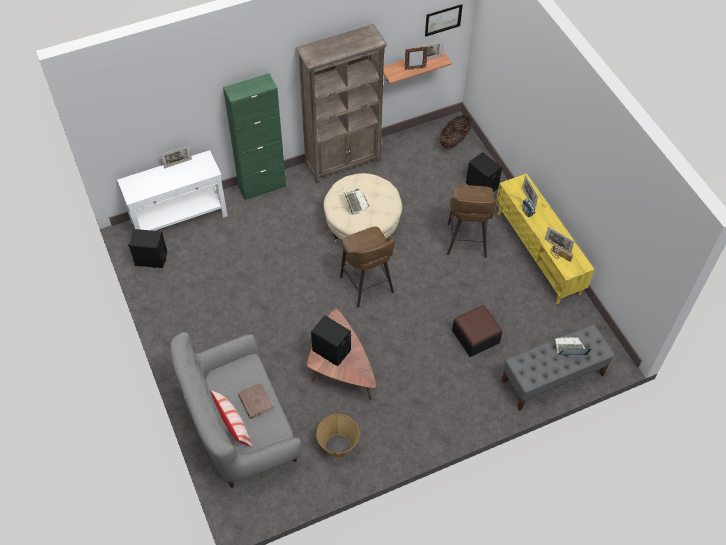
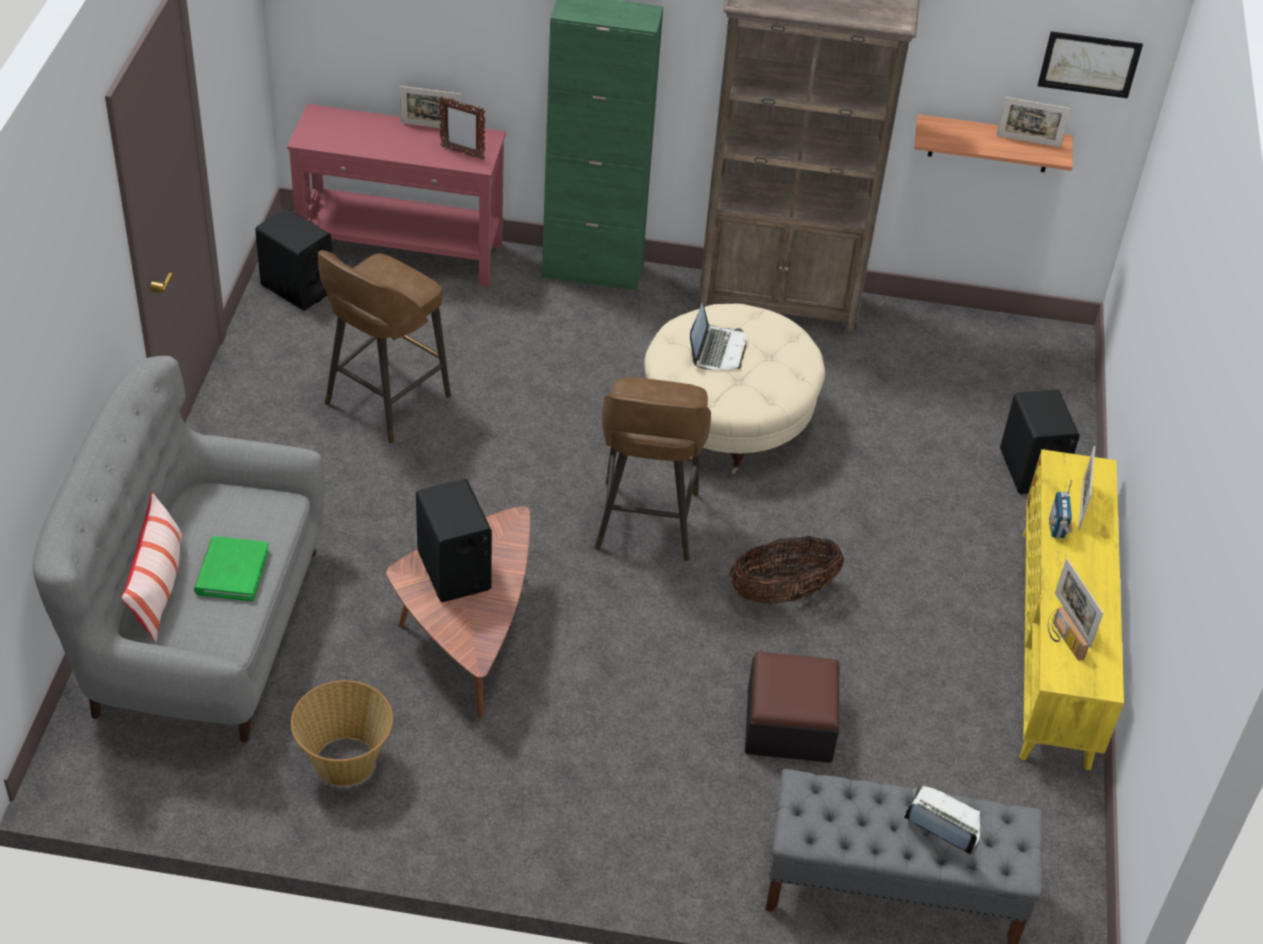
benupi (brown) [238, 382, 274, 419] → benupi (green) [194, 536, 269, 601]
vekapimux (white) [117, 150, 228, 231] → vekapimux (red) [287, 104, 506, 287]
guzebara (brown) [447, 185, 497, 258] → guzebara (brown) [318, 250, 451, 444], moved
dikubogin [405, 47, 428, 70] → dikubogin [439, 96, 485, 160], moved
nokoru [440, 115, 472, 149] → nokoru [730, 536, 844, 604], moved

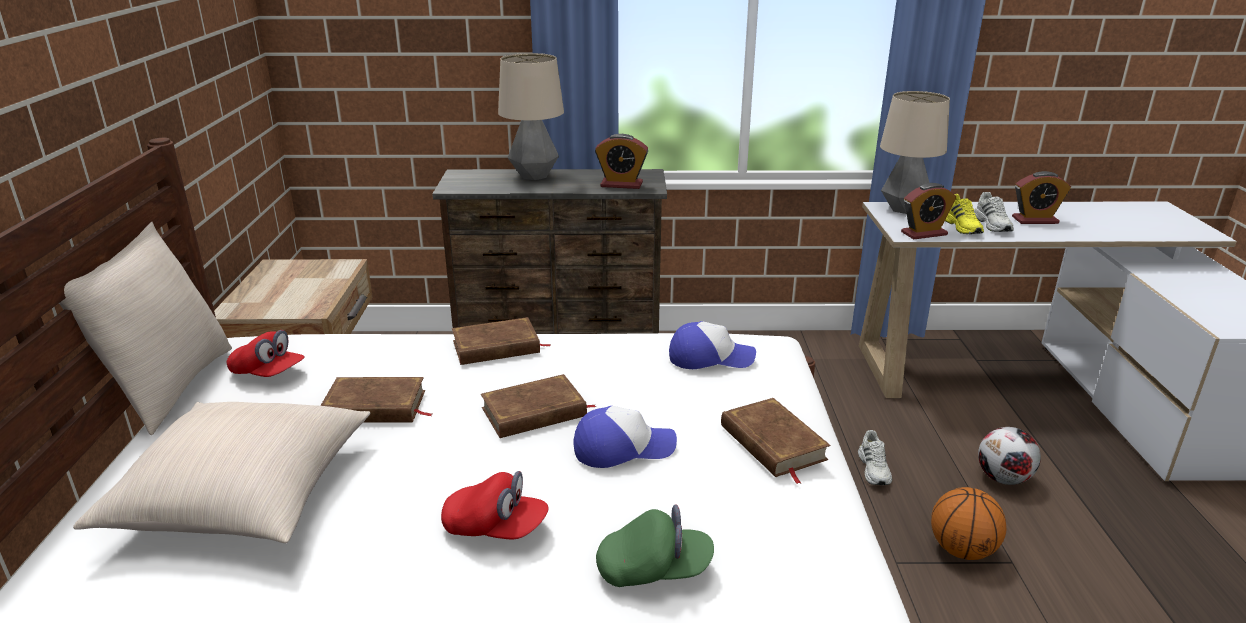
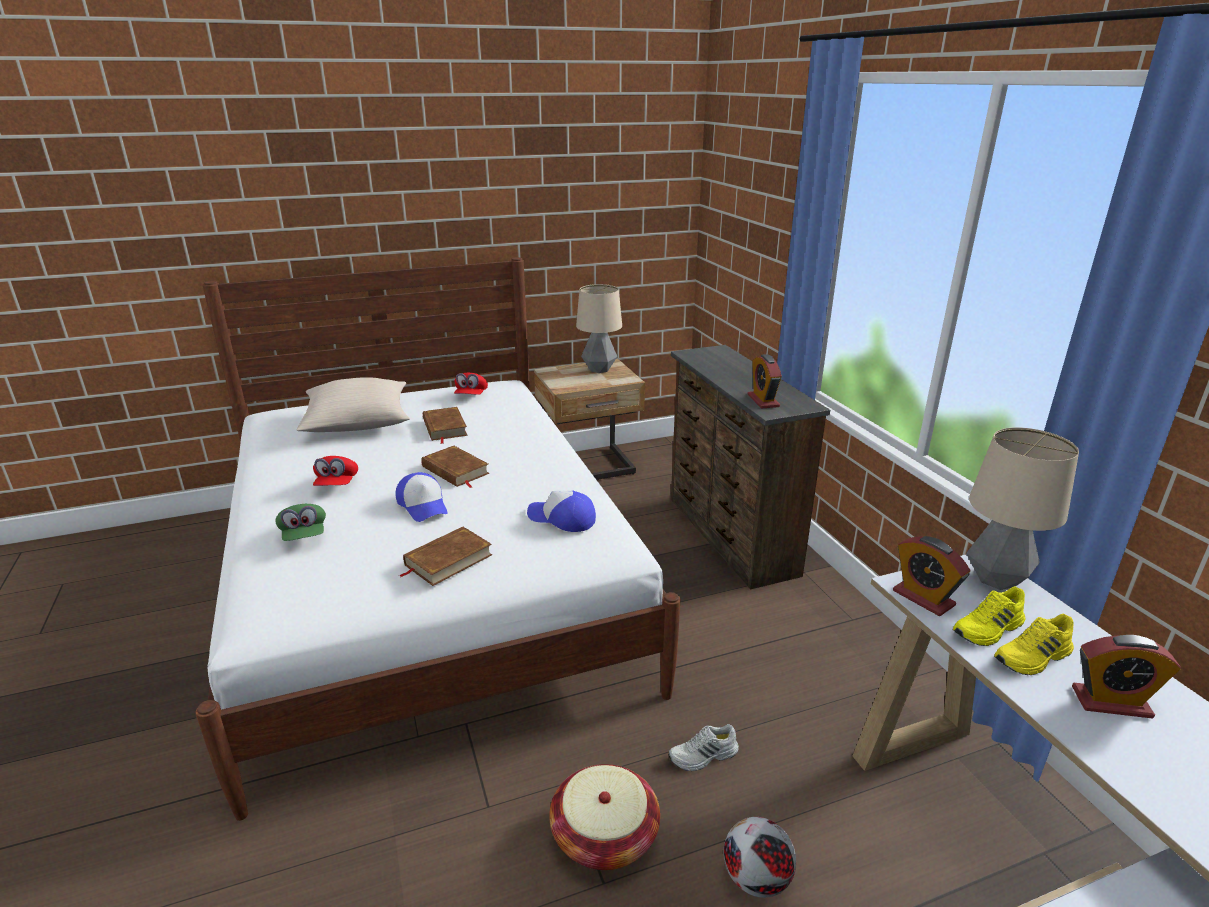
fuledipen [669, 321, 756, 369] → fuledipen [527, 490, 596, 532], 135 degrees clockwise
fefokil [931, 487, 1006, 560] → nokoru [549, 764, 660, 870]
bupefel [498, 53, 564, 180] → bupefel [576, 284, 622, 373], moved
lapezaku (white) [974, 192, 1014, 232] → lapezaku (yellow) [994, 614, 1074, 675]
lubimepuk [1012, 171, 1071, 224] → lubimepuk [1072, 635, 1181, 718], 60 degrees counterclockwise
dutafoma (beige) [59, 222, 232, 435] → -
benupi (brown) [452, 317, 551, 365] → -

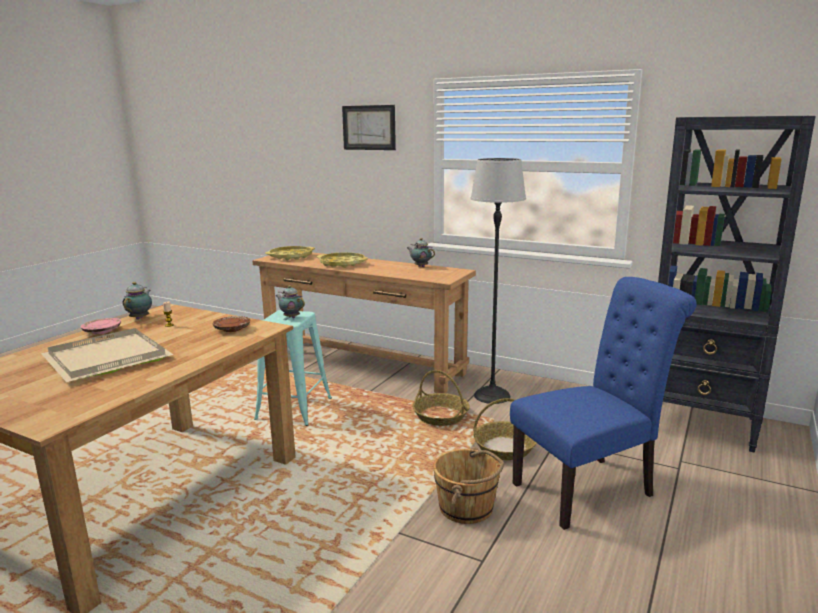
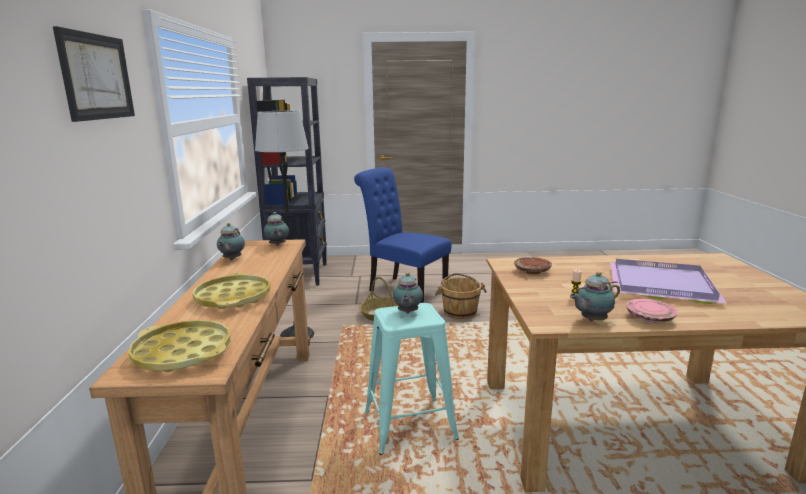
- → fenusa [264, 212, 289, 246]
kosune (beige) [41, 328, 173, 382] → kosune (purple) [610, 259, 727, 304]
nokoru [412, 370, 470, 426] → -

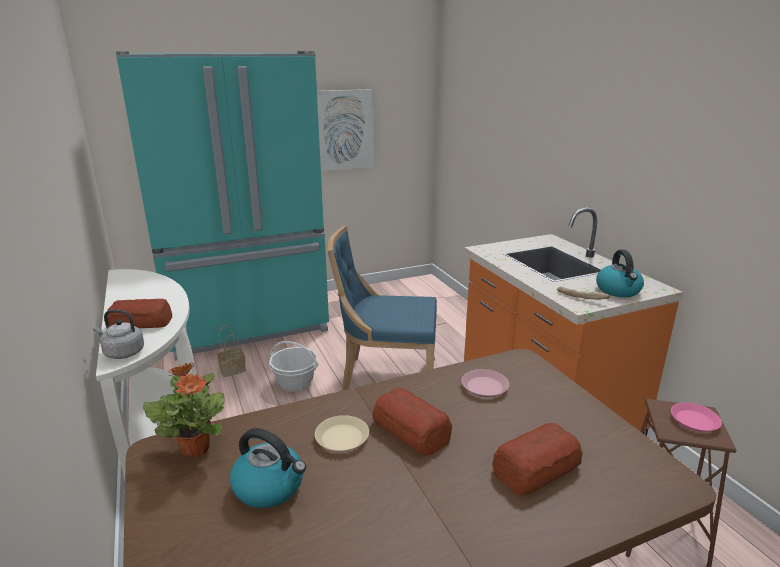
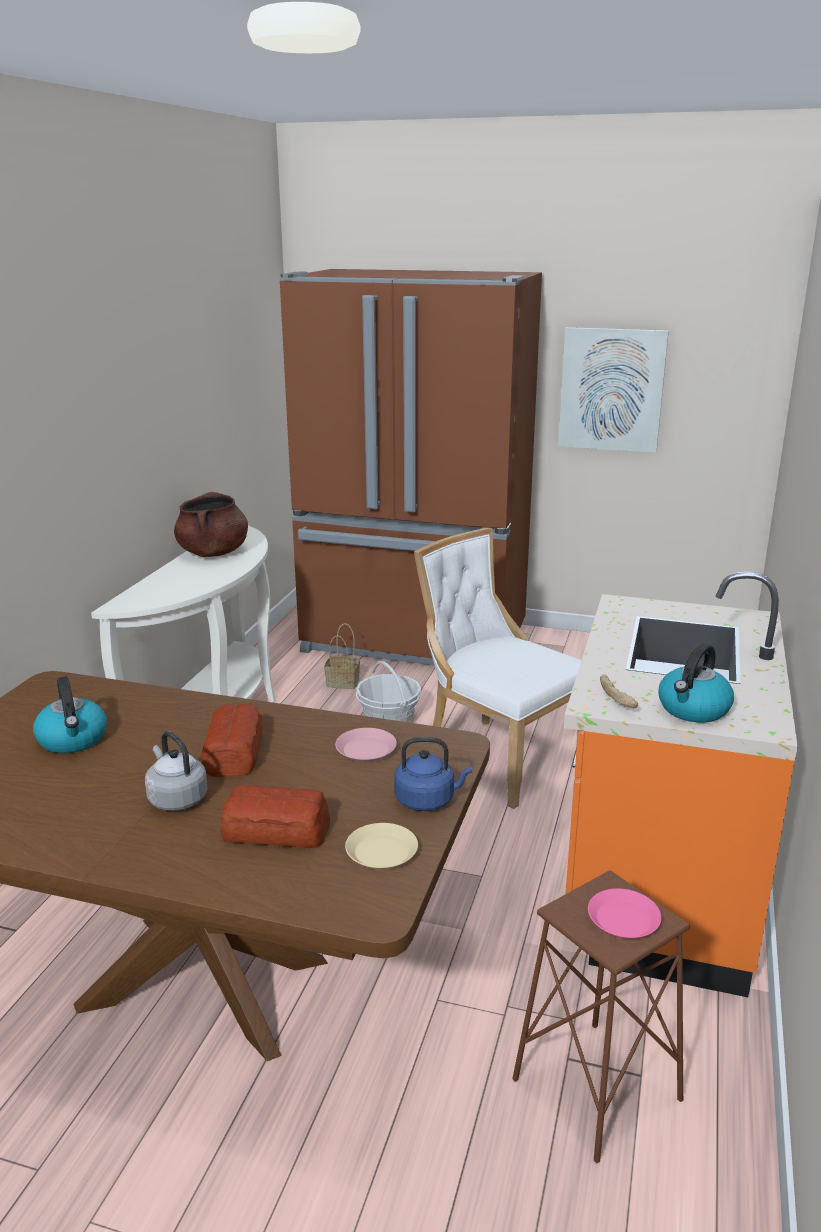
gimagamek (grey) [93, 310, 144, 359] → gimagamek (grey) [145, 731, 208, 811], moved
- → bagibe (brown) [174, 492, 248, 557]
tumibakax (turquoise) [116, 51, 329, 361] → tumibakax (brown) [279, 269, 542, 666]
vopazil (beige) [315, 415, 369, 452] → vopazil (beige) [345, 823, 418, 870], moved
- → gimagamek (blue) [394, 737, 472, 811]
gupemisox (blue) [328, 226, 437, 390] → gupemisox (white) [414, 528, 581, 809]
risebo [107, 299, 172, 328] → -
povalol [143, 362, 225, 457] → -

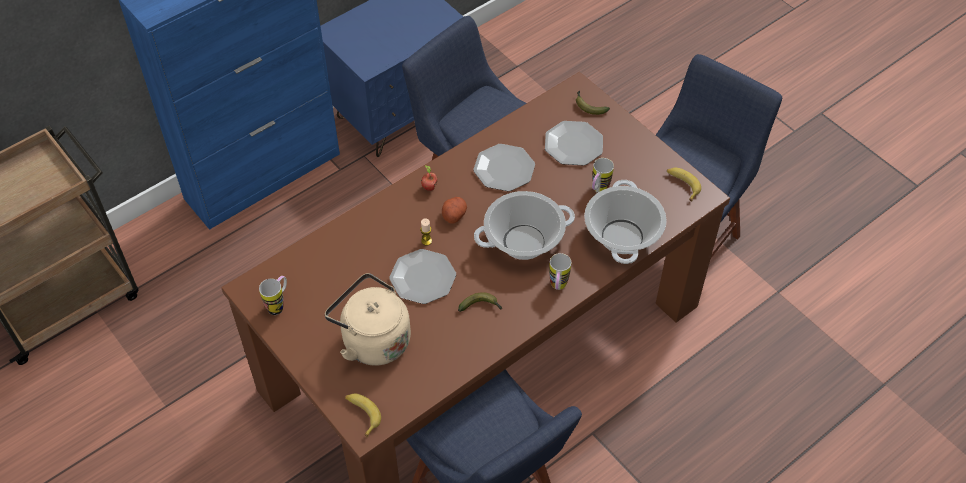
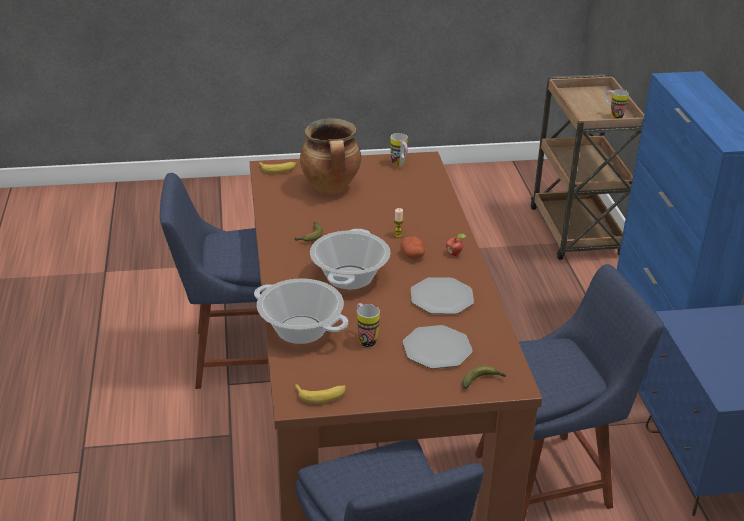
gimagamek (beige) [325, 273, 411, 366] → bagibe [300, 118, 361, 194]
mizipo [549, 253, 571, 290] → mizipo [605, 89, 629, 119], moved
vopazil [389, 249, 456, 304] → -

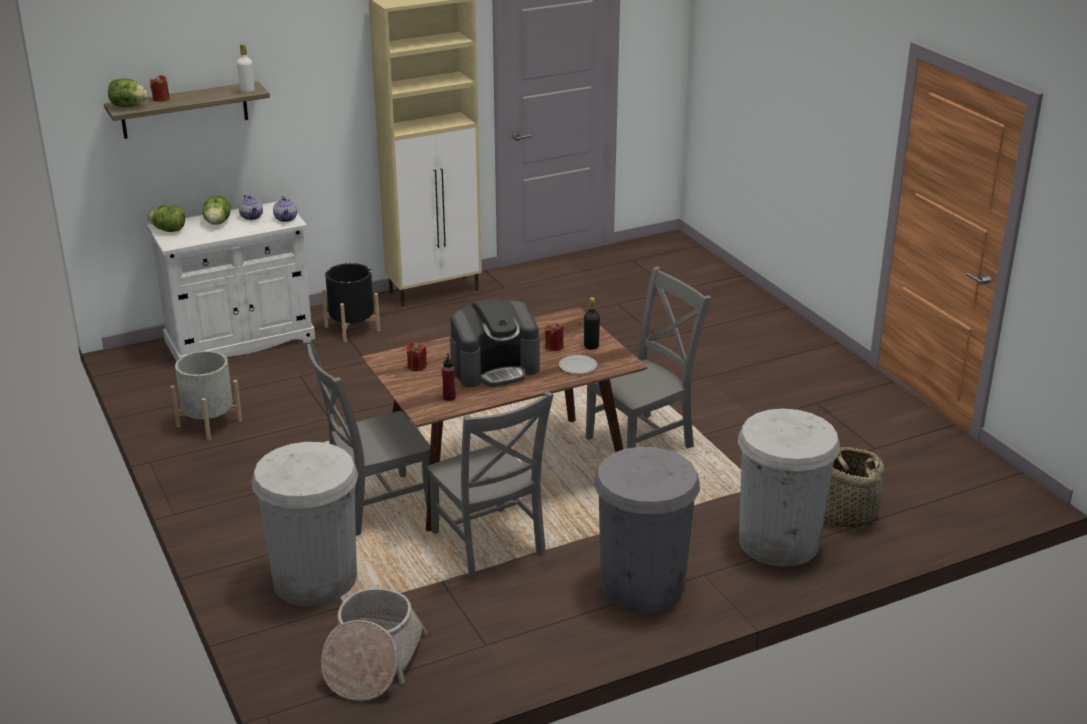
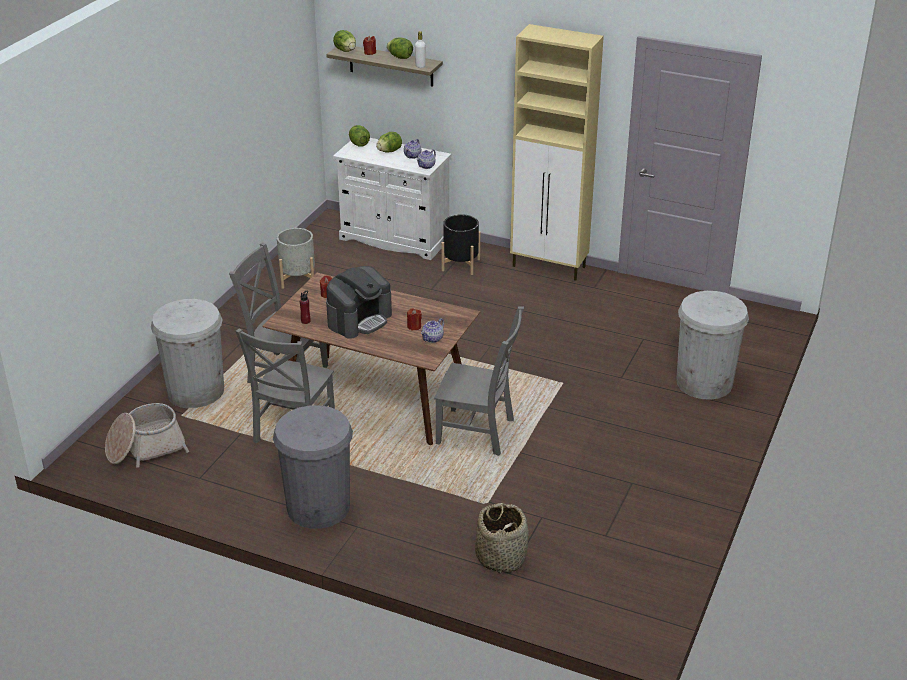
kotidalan [450, 298, 540, 387] → kotidalan [326, 266, 392, 339], 75 degrees counterclockwise
- → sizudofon [387, 37, 413, 59]
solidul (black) [584, 297, 600, 350] → fenusa [421, 318, 444, 343]
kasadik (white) [738, 408, 840, 567] → kasadik (white) [676, 291, 749, 400], moved
vopazil [559, 355, 597, 374] → -

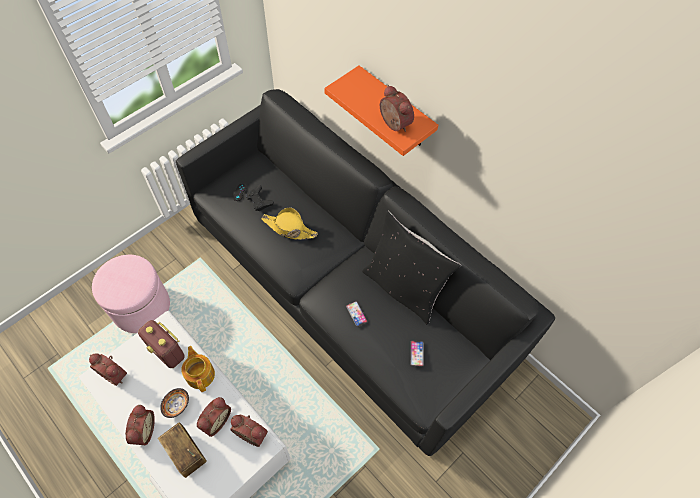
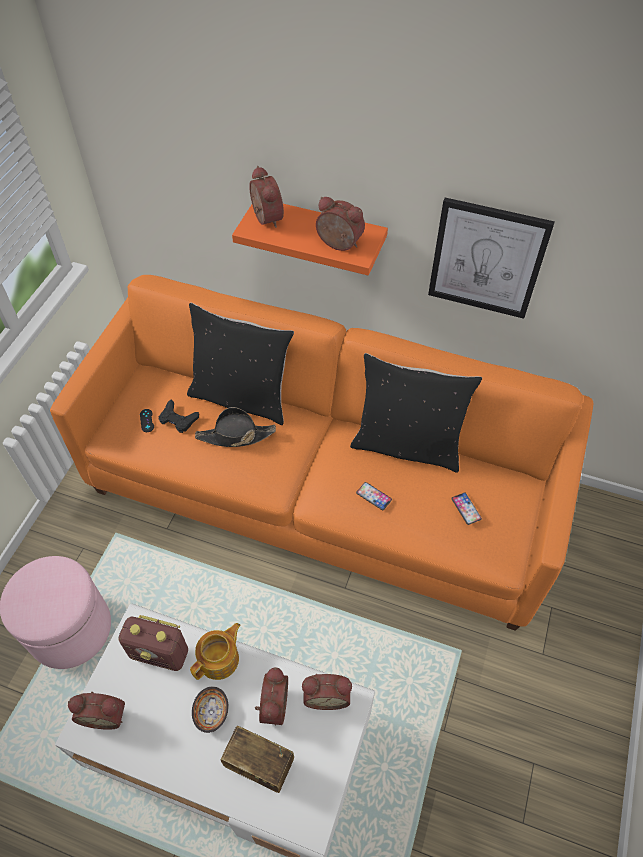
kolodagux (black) [176, 89, 555, 456] → kolodagux (orange) [50, 275, 593, 631]
- → dutafoma (black) [187, 303, 294, 425]
fenusa [181, 346, 215, 392] → fenusa [190, 623, 241, 680], 90 degrees clockwise
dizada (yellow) [261, 207, 318, 240] → dizada (black) [195, 407, 276, 447]
lubimepuk [125, 405, 155, 445] → lubimepuk [249, 166, 284, 228], moved
- → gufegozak [428, 198, 555, 319]

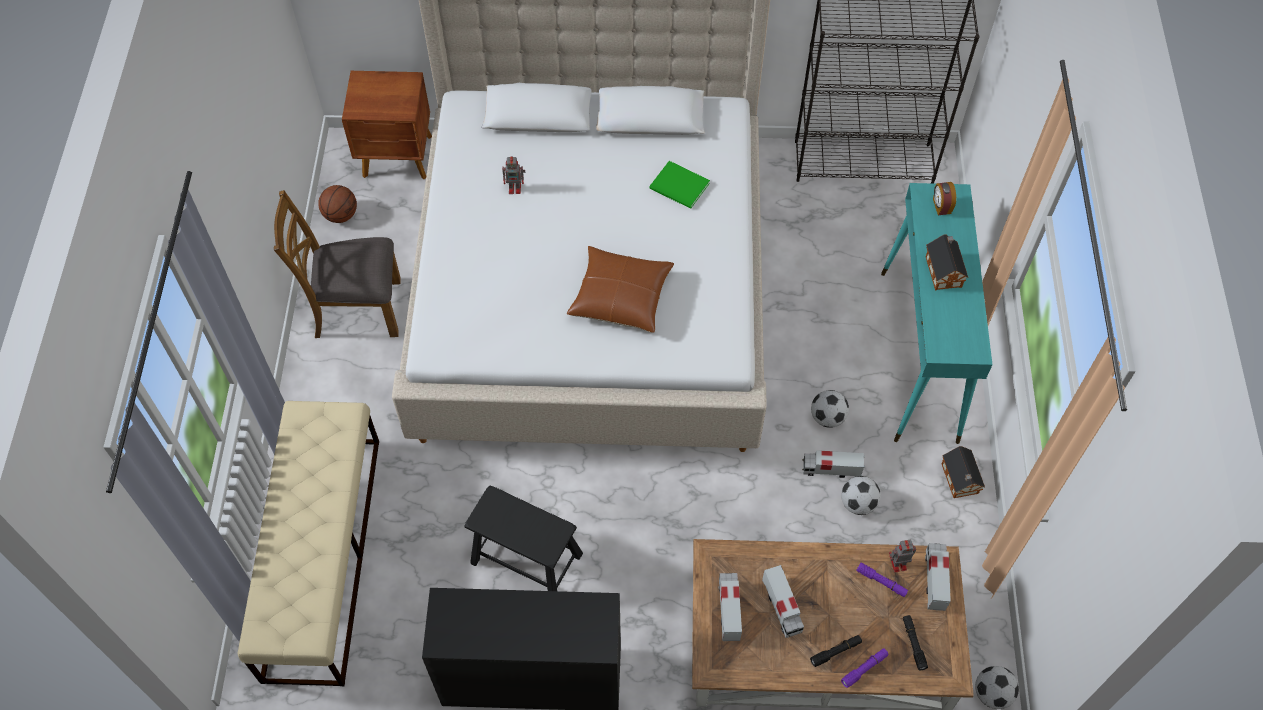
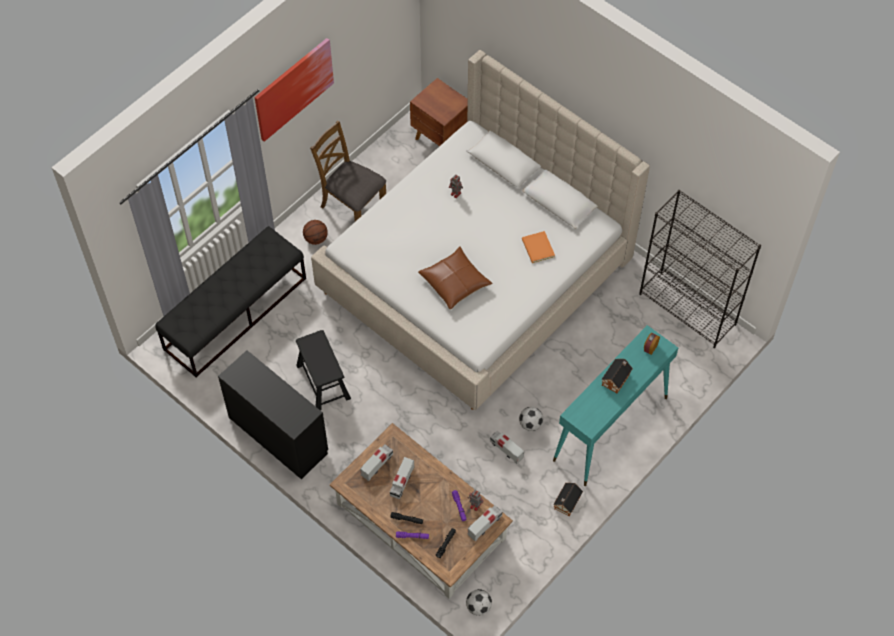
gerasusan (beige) [238, 401, 379, 686] → gerasusan (black) [155, 226, 306, 377]
- → gufegozak [255, 38, 334, 142]
fefokil [318, 185, 357, 223] → fefokil [303, 220, 328, 245], moved
benupi (green) [649, 161, 710, 209] → benupi (orange) [522, 231, 555, 263]
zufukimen [841, 476, 881, 515] → -

